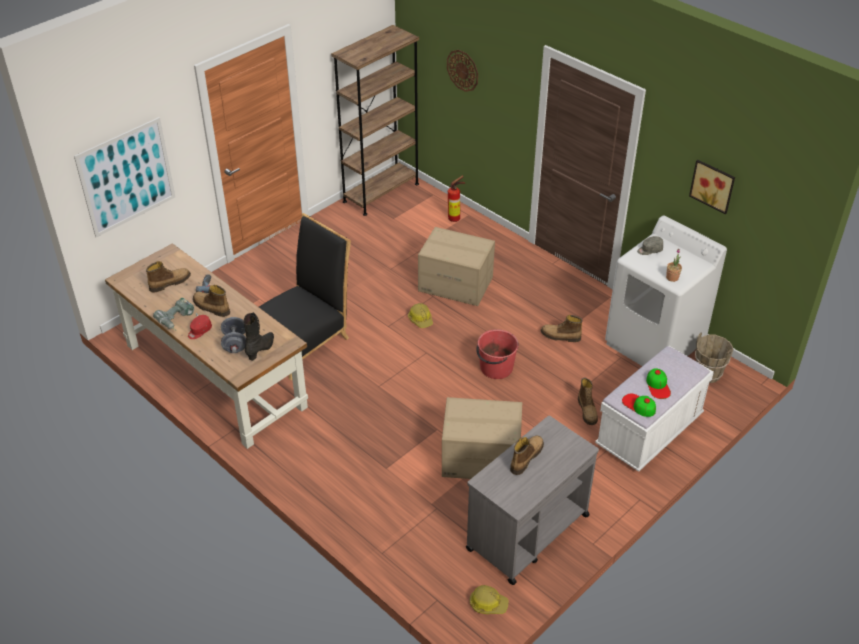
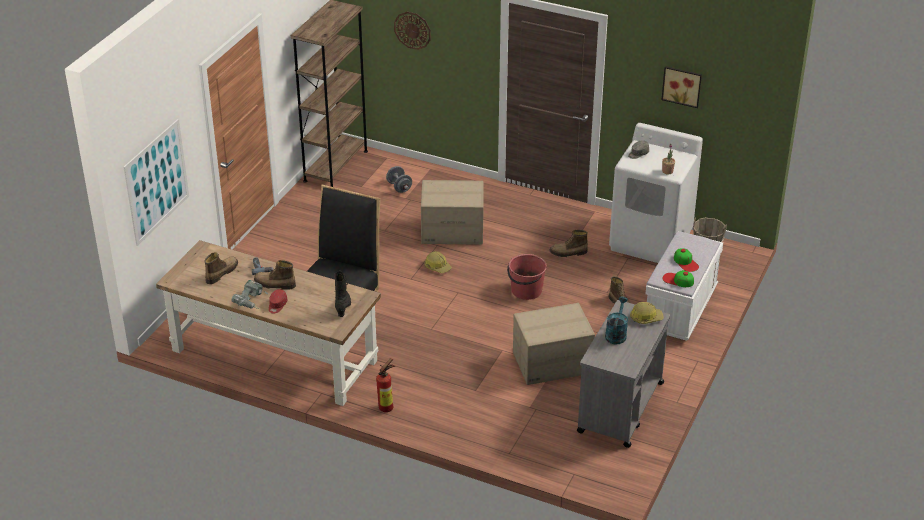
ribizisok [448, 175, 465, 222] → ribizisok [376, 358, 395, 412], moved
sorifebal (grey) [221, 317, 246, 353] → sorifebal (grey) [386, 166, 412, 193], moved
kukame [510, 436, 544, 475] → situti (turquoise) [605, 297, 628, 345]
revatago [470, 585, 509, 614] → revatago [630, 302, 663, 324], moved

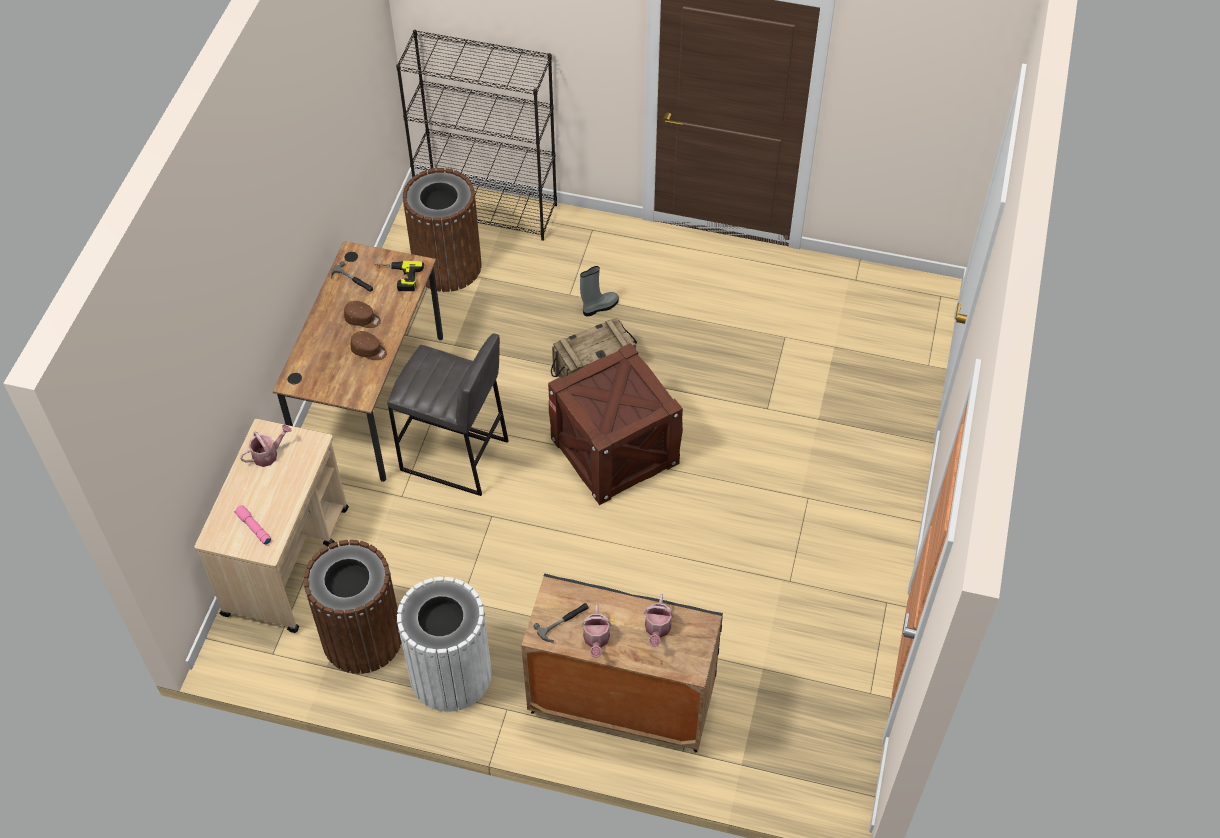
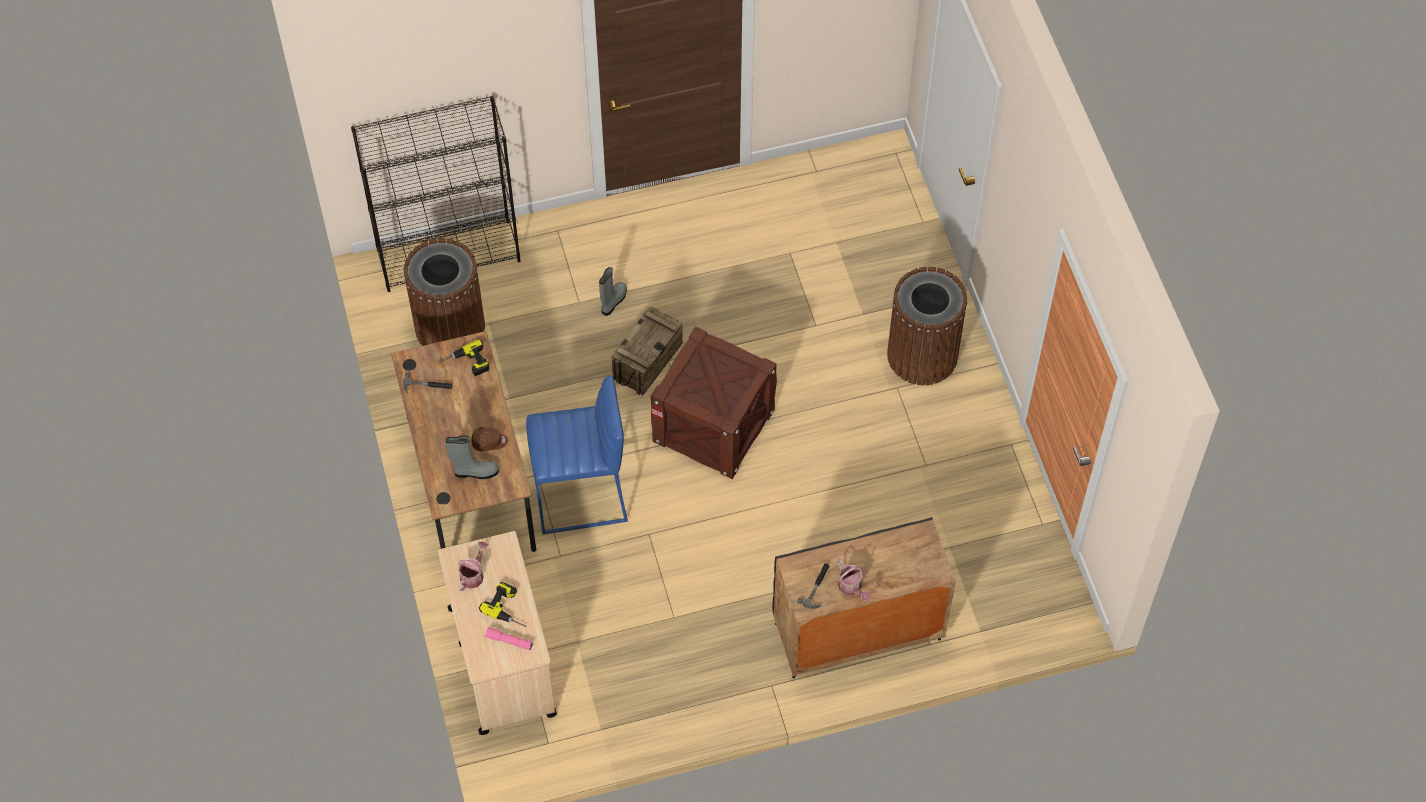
- → kukame (grey) [446, 436, 499, 479]
- → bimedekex [479, 582, 526, 627]
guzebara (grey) [387, 333, 509, 496] → guzebara (blue) [526, 376, 628, 534]
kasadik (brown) [303, 540, 402, 674] → kasadik (brown) [887, 267, 967, 385], moved
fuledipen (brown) [344, 301, 381, 328] → -
kasadik (white) [397, 577, 492, 712] → -
situti [644, 594, 674, 647] → -

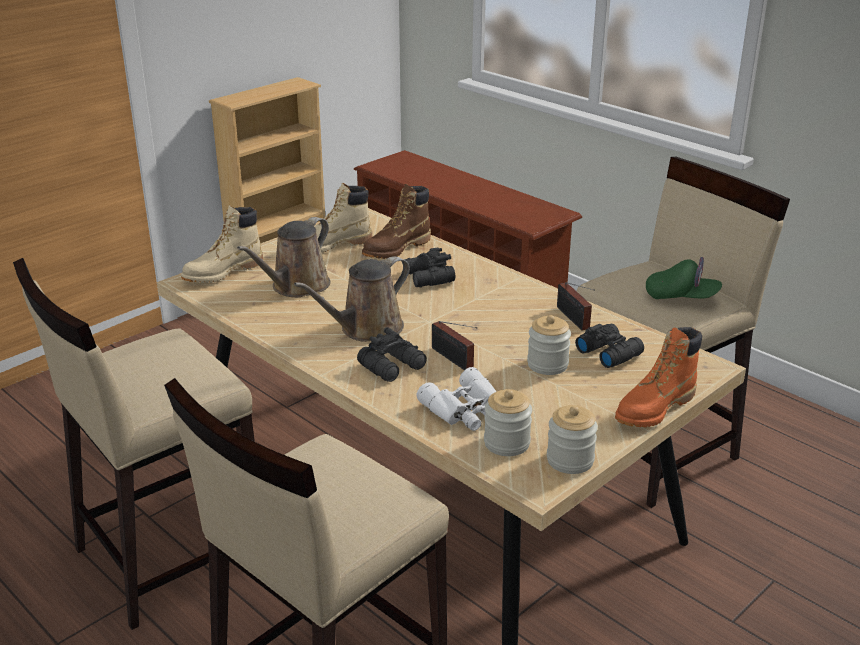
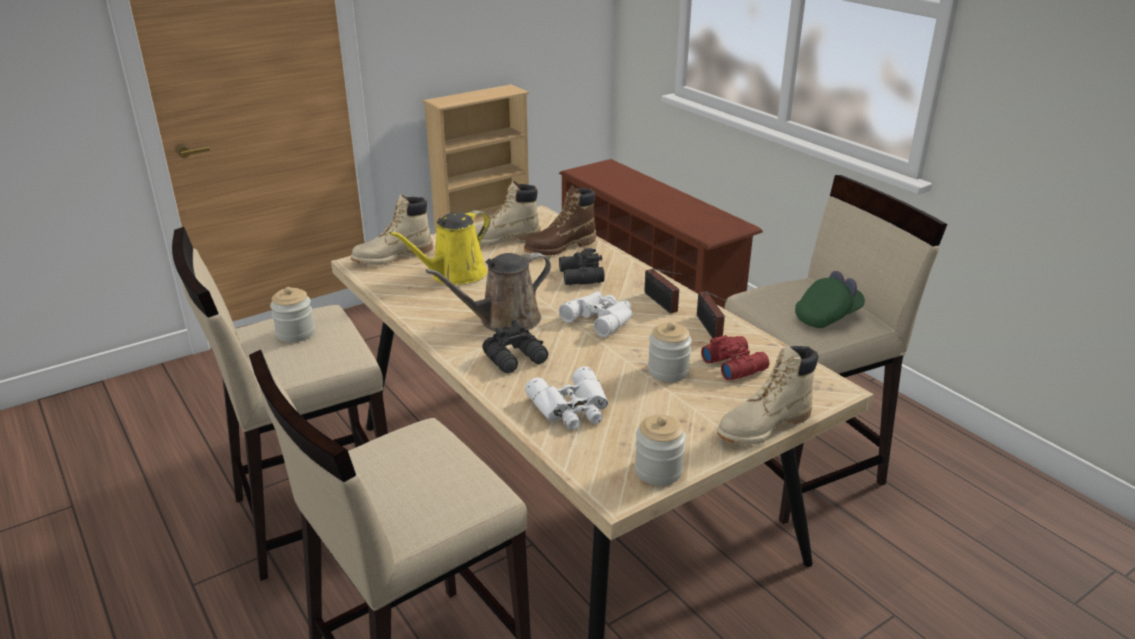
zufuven [484, 389, 532, 456] → zufuven [270, 287, 315, 342], moved
situti (brown) [237, 217, 330, 297] → situti (yellow) [389, 210, 490, 285]
- → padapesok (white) [559, 291, 633, 337]
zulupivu [432, 321, 477, 370] → zulupivu [644, 269, 682, 314], moved
padapesok (black) [575, 324, 644, 368] → padapesok (red) [701, 335, 769, 380]
kukame (orange) [615, 327, 702, 427] → kukame (beige) [717, 345, 818, 445]
fuledipen (green) [646, 257, 722, 299] → fuledipen (green) [795, 271, 865, 328], 60 degrees counterclockwise

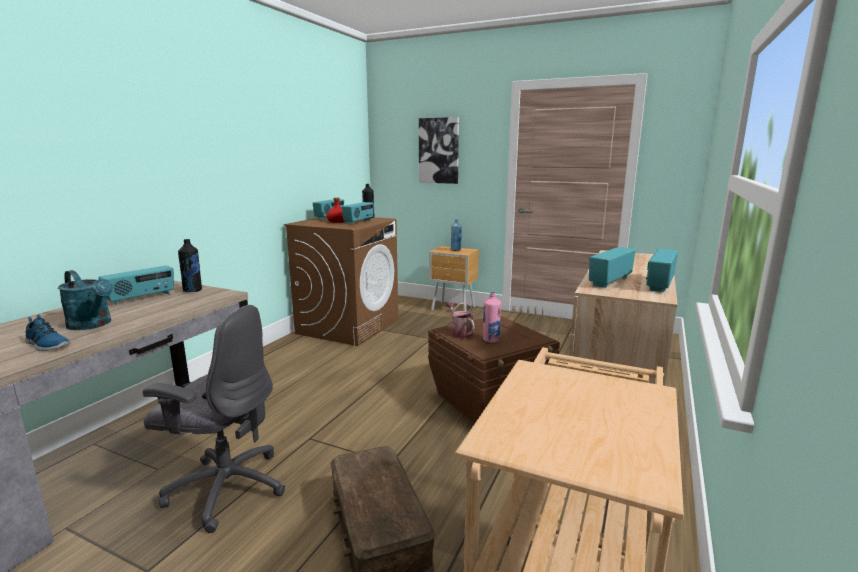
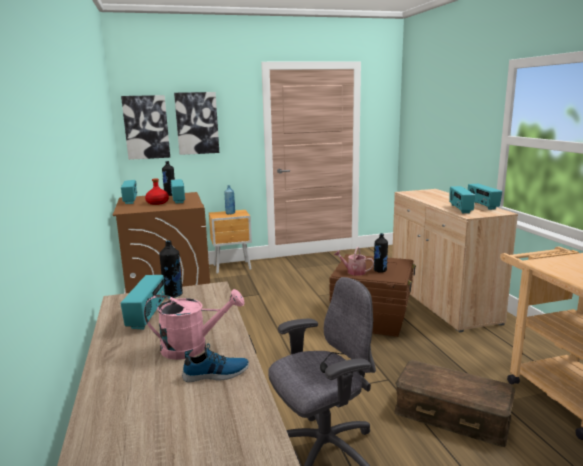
- → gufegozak [121, 95, 170, 160]
situti (turquoise) [58, 270, 113, 330] → situti (pink) [144, 289, 245, 360]
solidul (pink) [483, 292, 501, 343] → solidul (black) [374, 233, 388, 273]

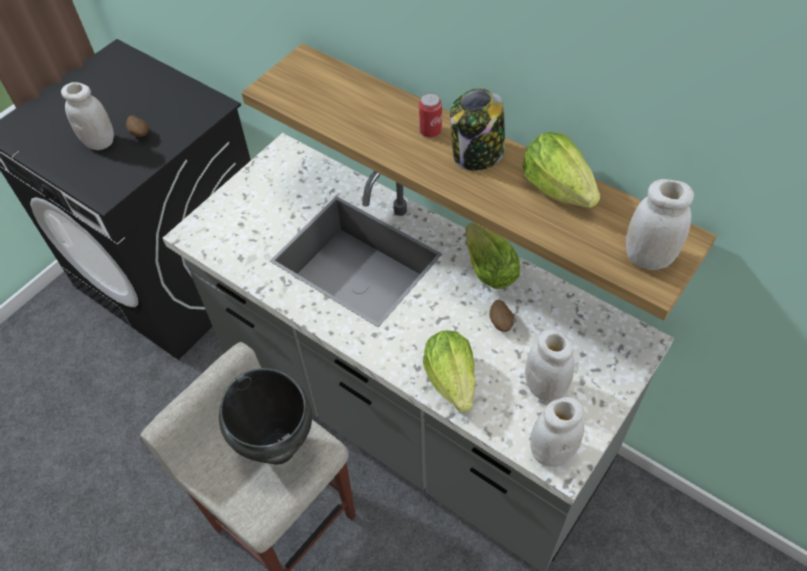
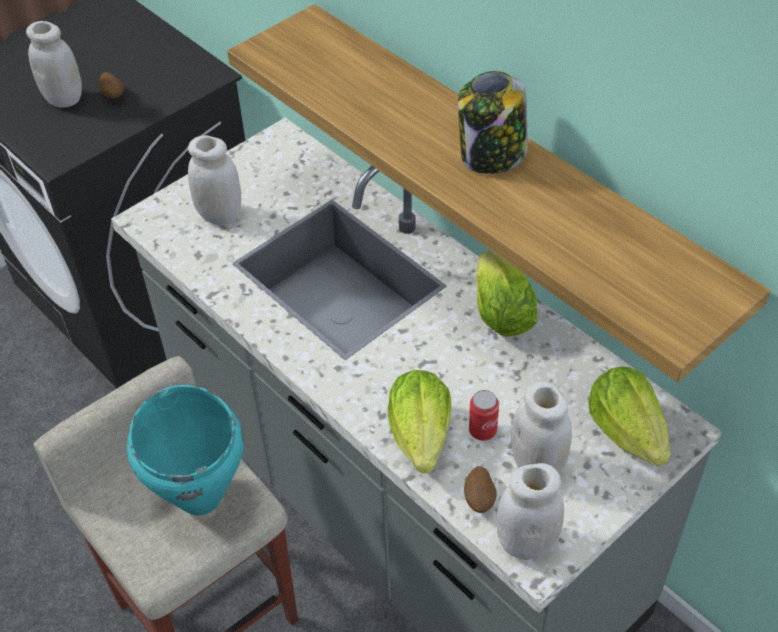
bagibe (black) [219, 368, 312, 465] → bagibe (turquoise) [127, 385, 244, 515]
zufuven (white) [626, 179, 694, 270] → zufuven (white) [188, 135, 241, 225], moved
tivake [489, 300, 514, 332] → tivake [464, 466, 497, 513], moved
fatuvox [419, 93, 442, 138] → fatuvox [469, 390, 499, 441], moved
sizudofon [522, 132, 600, 208] → sizudofon [588, 366, 670, 466], moved

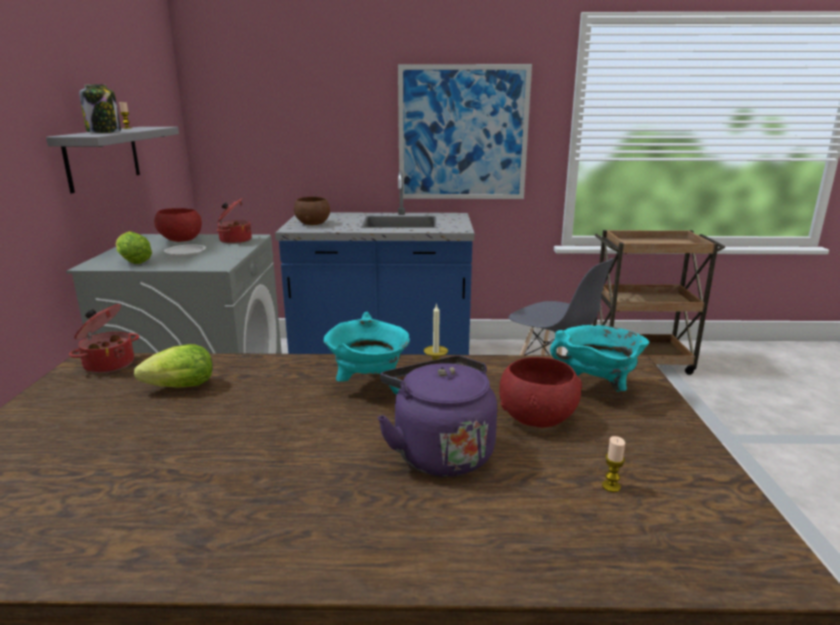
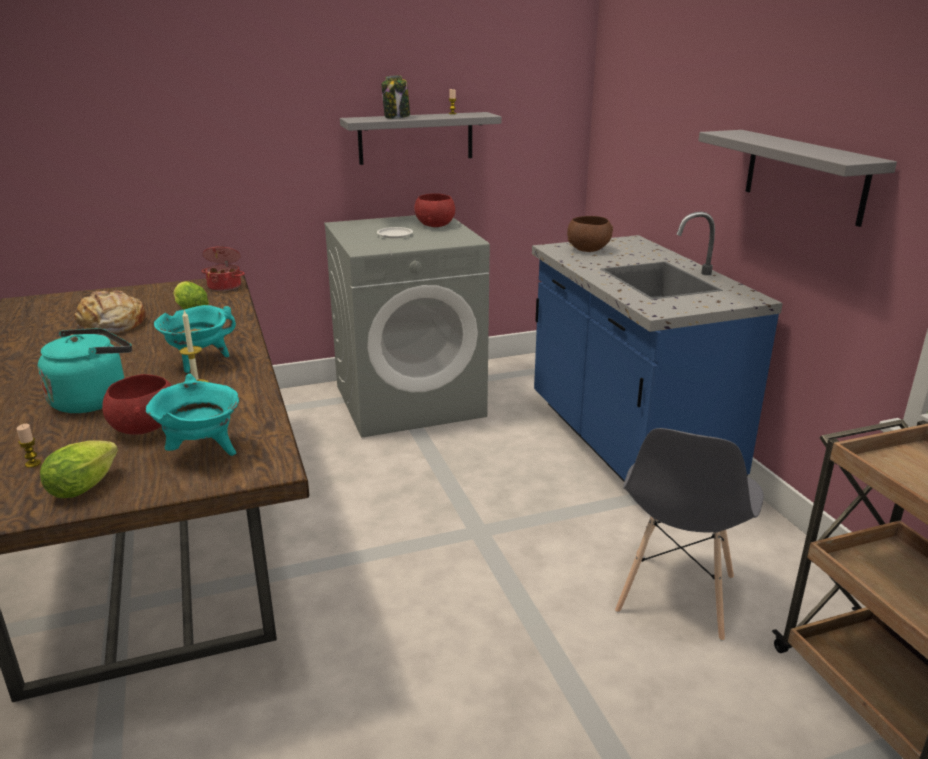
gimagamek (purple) [377, 356, 497, 476] → gimagamek (turquoise) [38, 328, 132, 413]
sizudofon [116, 231, 152, 264] → sizudofon [40, 440, 118, 498], moved
- → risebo [74, 290, 146, 333]
gufegozak [398, 64, 532, 199] → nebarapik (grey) [698, 130, 897, 227]
bagibe [217, 198, 252, 244] → -

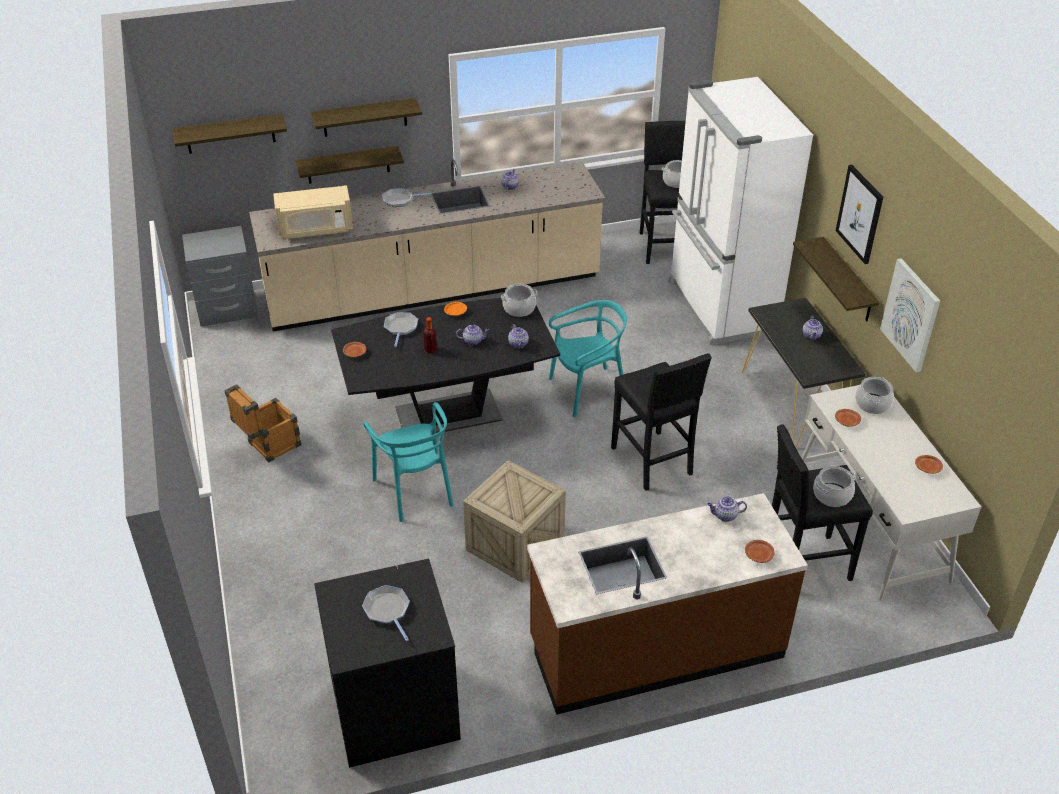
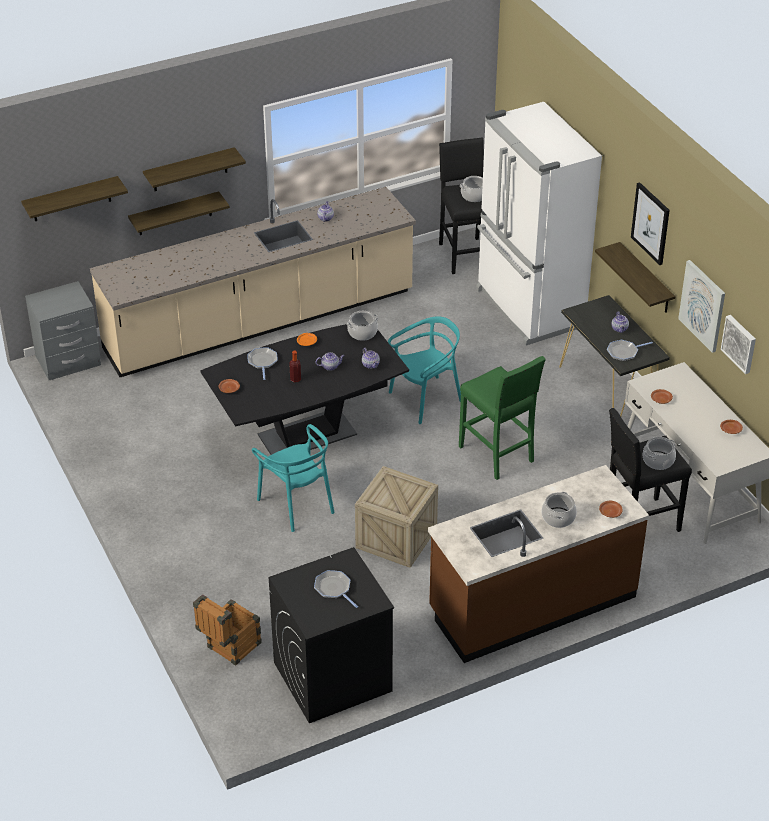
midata [224, 384, 302, 462] → midata [193, 594, 262, 666], moved
guzebara (black) [611, 353, 712, 491] → guzebara (green) [459, 356, 546, 480]
bagibe [855, 377, 894, 414] → bagibe [542, 492, 577, 528], moved
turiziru [382, 188, 431, 207] → turiziru [607, 340, 653, 361], moved
- → gufegozak [721, 315, 756, 374]
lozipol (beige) [273, 185, 353, 239] → -
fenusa [707, 496, 747, 522] → -

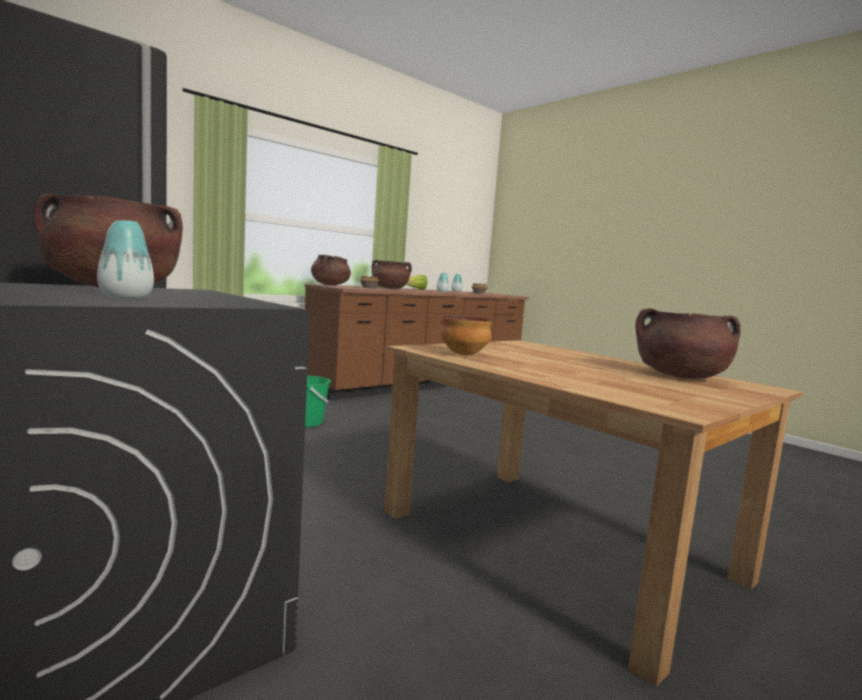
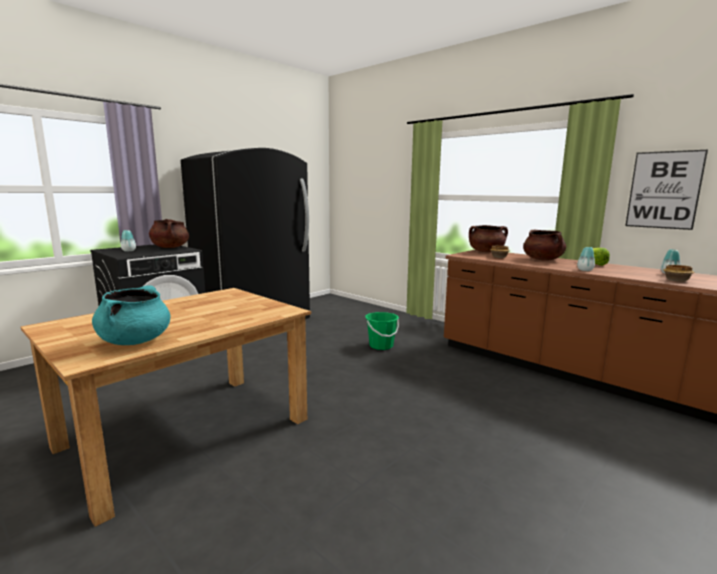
bagibe (brown) [635, 308, 741, 379] → bagibe (turquoise) [92, 285, 170, 345]
- → gufegozak [625, 150, 708, 230]
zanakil [440, 316, 492, 355] → -

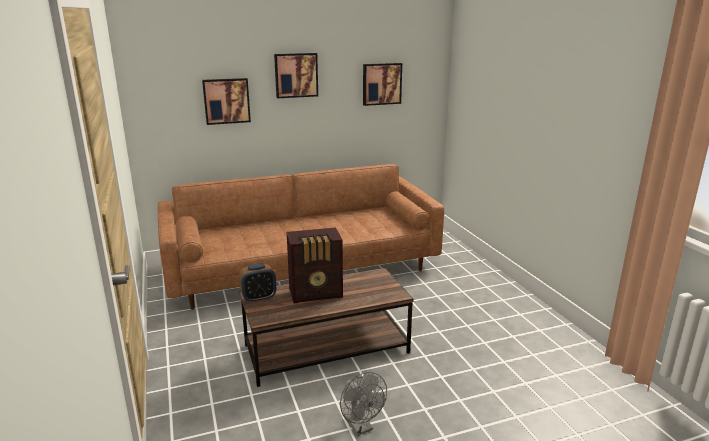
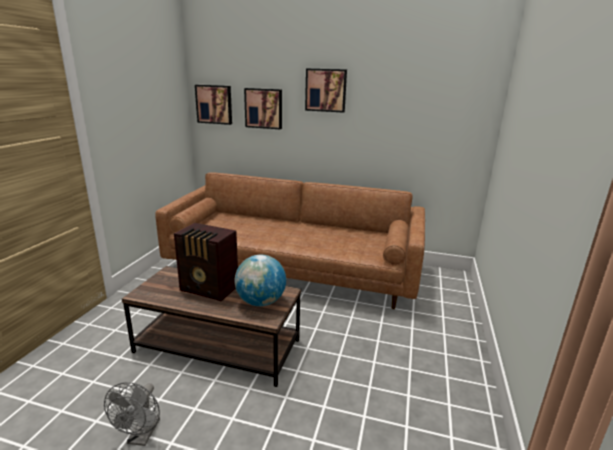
gufegozak [363, 63, 402, 106] → gufegozak [195, 85, 232, 125], moved
- → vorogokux [235, 255, 286, 306]
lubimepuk [239, 264, 276, 303] → -

